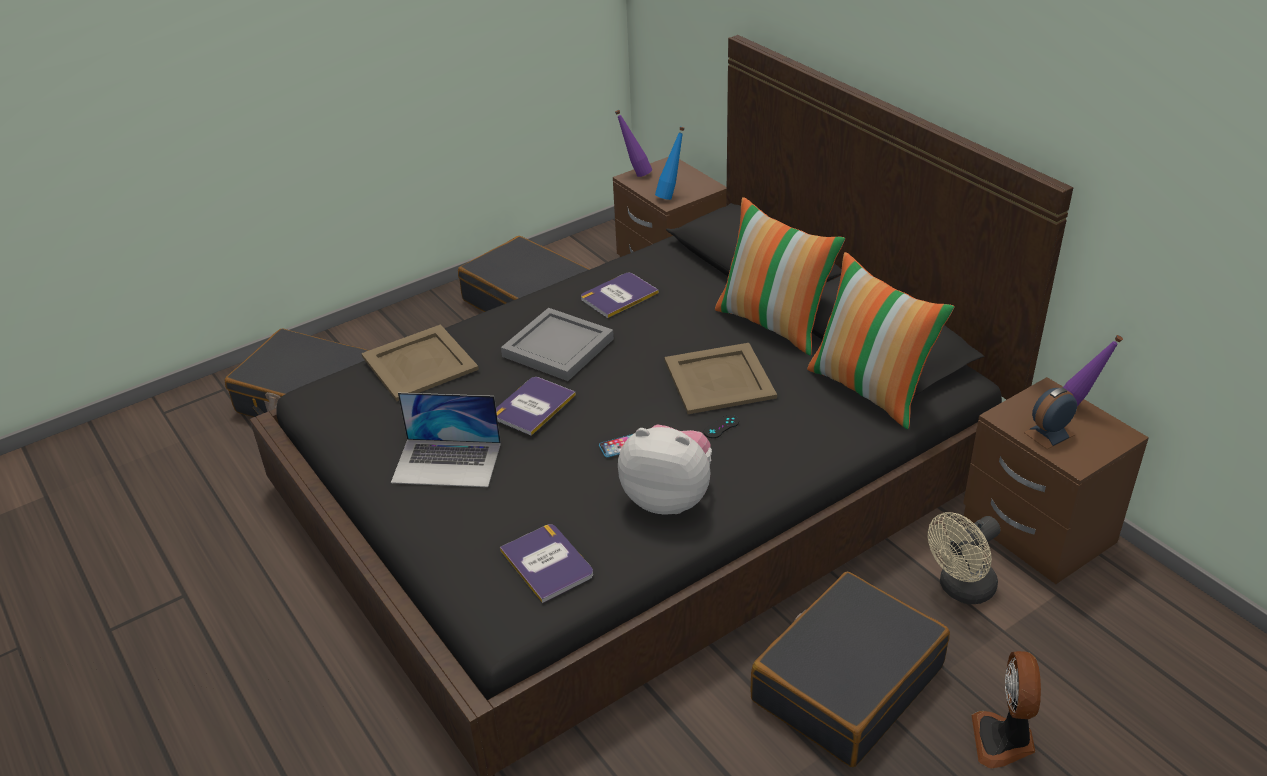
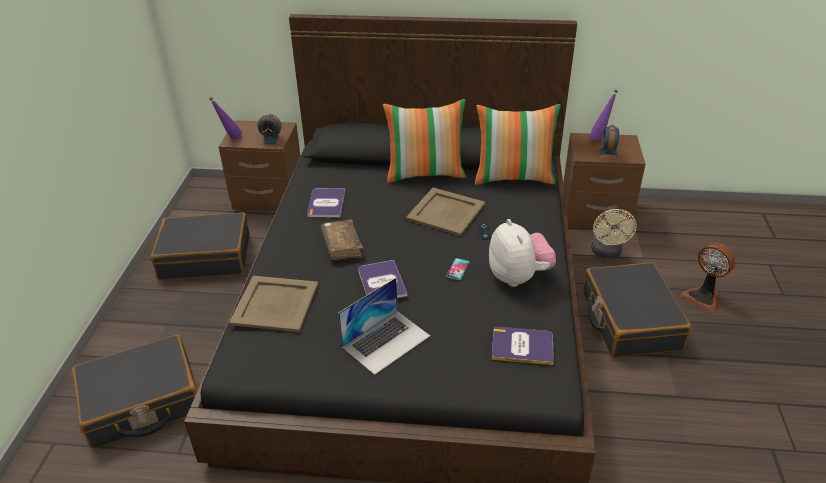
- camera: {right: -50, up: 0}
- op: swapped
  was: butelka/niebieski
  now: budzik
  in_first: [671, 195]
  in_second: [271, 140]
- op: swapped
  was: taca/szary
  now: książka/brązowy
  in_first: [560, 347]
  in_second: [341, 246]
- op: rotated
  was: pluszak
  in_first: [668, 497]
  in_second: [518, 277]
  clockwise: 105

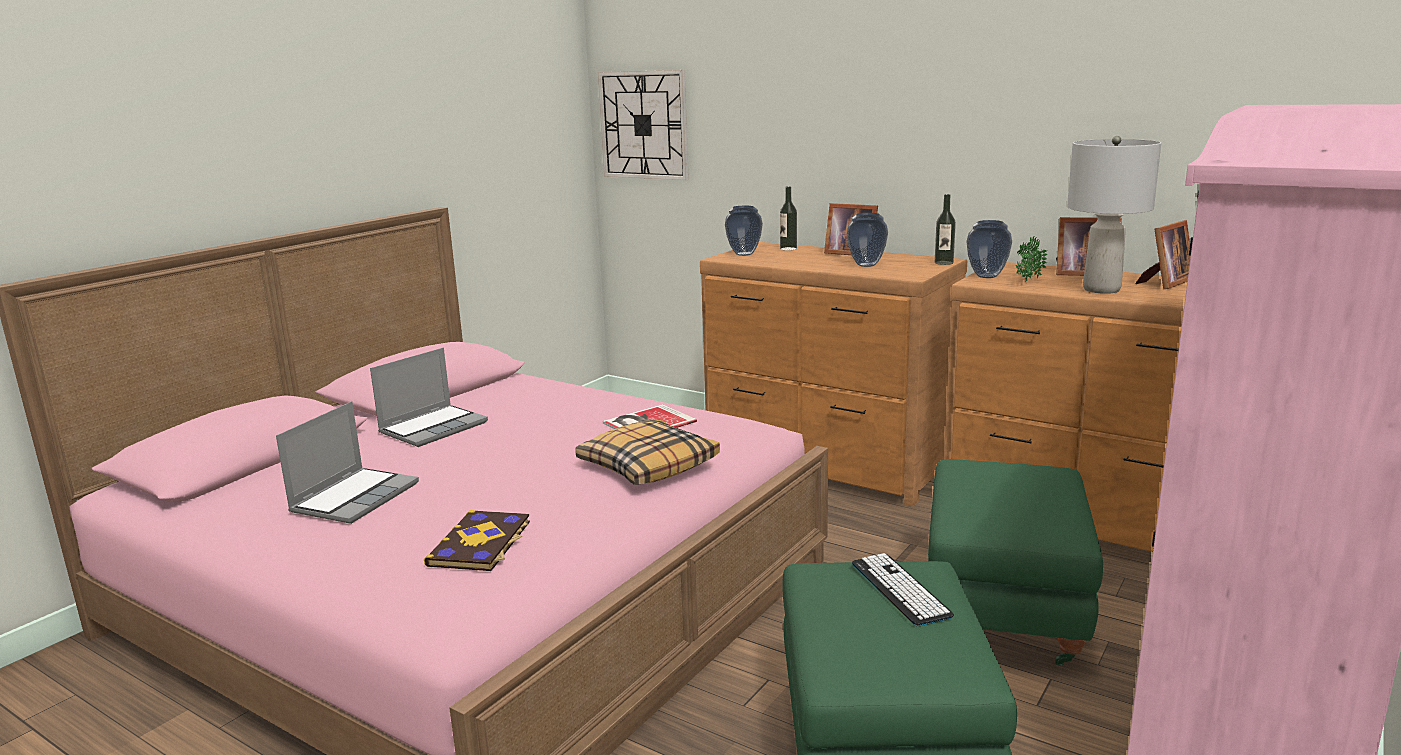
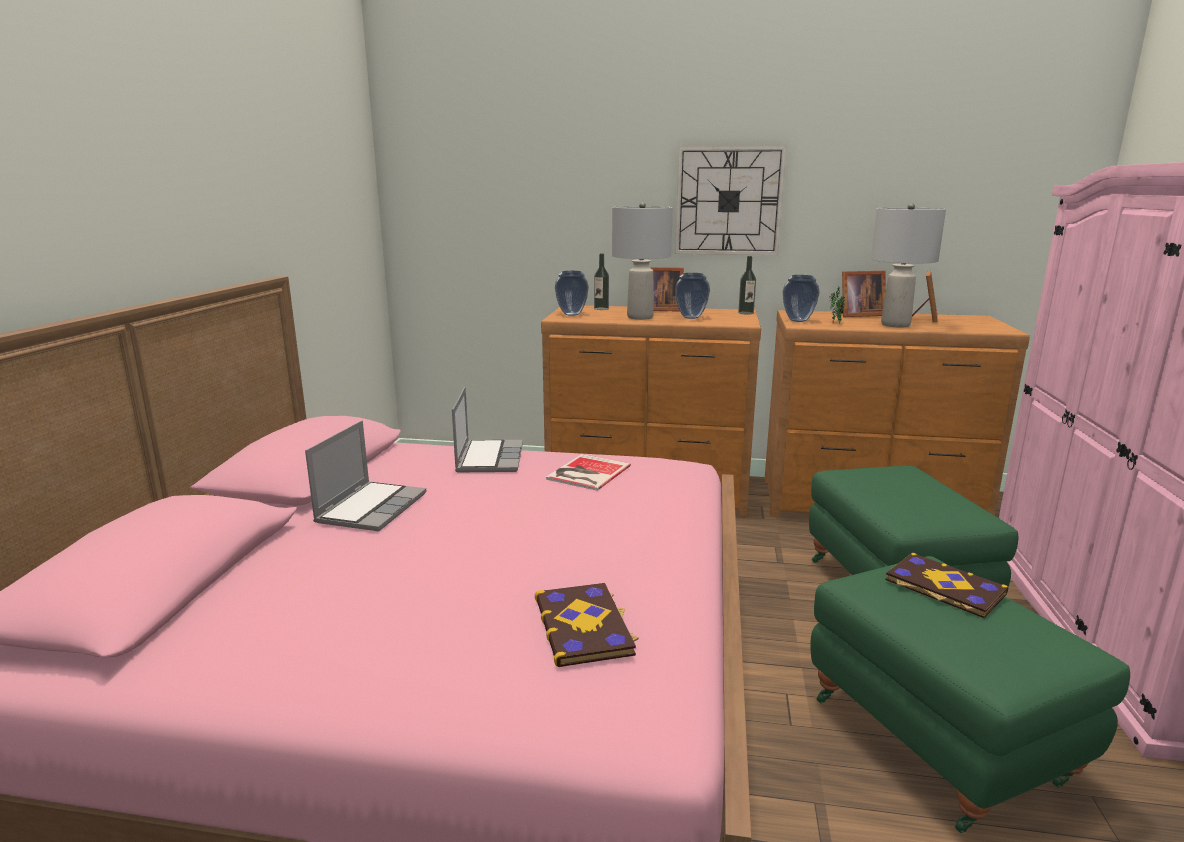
- camera: {right: -25, up: 0}
- op: shifted
  was: laptop
  in_first: [355, 497]
  in_second: [489, 458]
- op: new
  now: lampa stołowa/szary
  in_second: [640, 317]
- op: shifted
  was: zegar ścienny
  in_first: [644, 125]
  in_second: [728, 201]
- op: swapped
  was: klawiatura
  now: książka
  in_first: [900, 589]
  in_second: [944, 587]
- op: gone
  was: poduszka
  in_first: [648, 466]

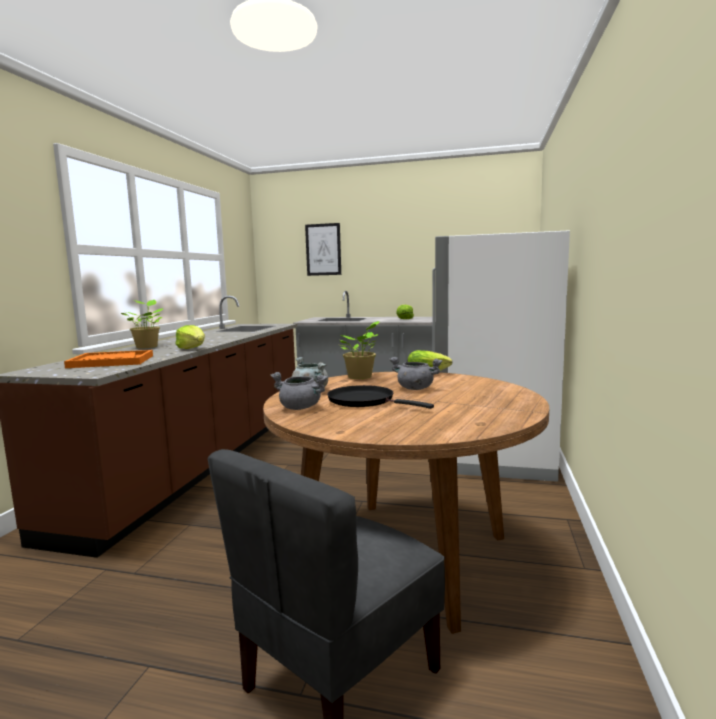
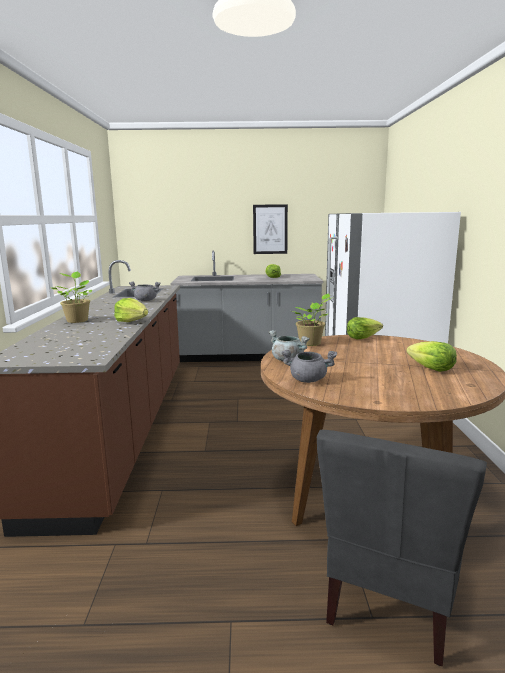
- camera: {right: -15, up: 5}
- op: shifted
  was: garnek/szary
  in_first: [415, 388]
  in_second: [145, 300]
- op: shifted
  was: obraz
  in_first: [323, 249]
  in_second: [270, 229]
- op: new
  now: sałata
  in_second: [431, 368]
- op: gone
  was: taca/pomarańczowy
  in_first: [111, 361]
- op: gone
  was: patelnia/czarny
  in_first: [365, 401]

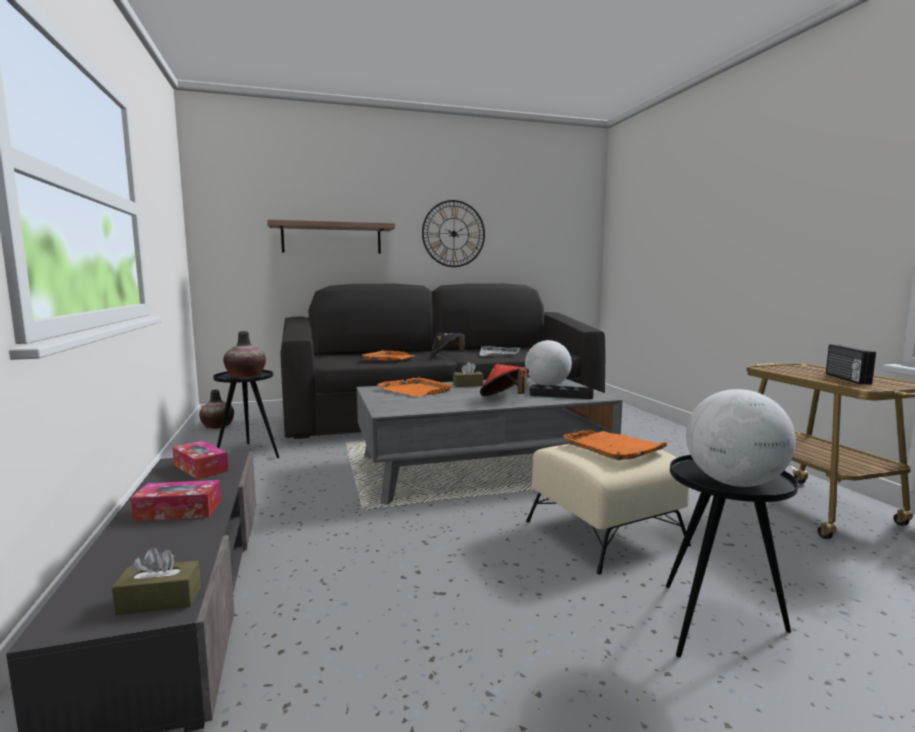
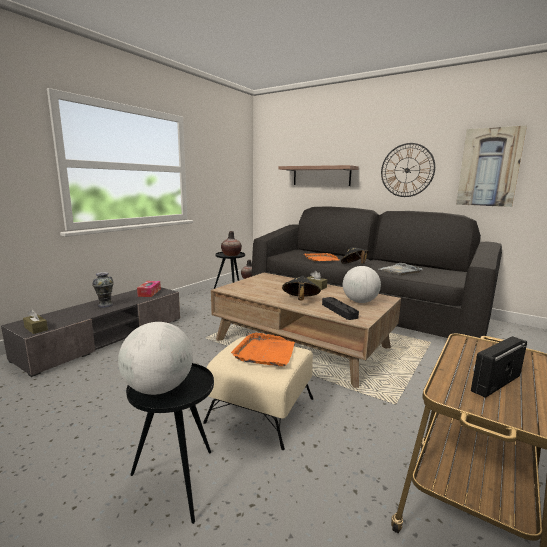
- camera: {right: 50, up: 5}
- op: swapped
  was: pudełko chusteczek
  now: wazon
  in_first: [179, 511]
  in_second: [105, 305]
- op: repainted
  was: ława/szary
  now: ława/brązowy
  in_first: [482, 466]
  in_second: [302, 343]
- op: repainted
  was: kapelusz/czerwony
  now: kapelusz/czarny
  in_first: [504, 398]
  in_second: [300, 300]
- op: new
  now: obraz
  in_second: [489, 167]
- op: gone
  was: taca/pomarańczowy
  in_first: [416, 390]

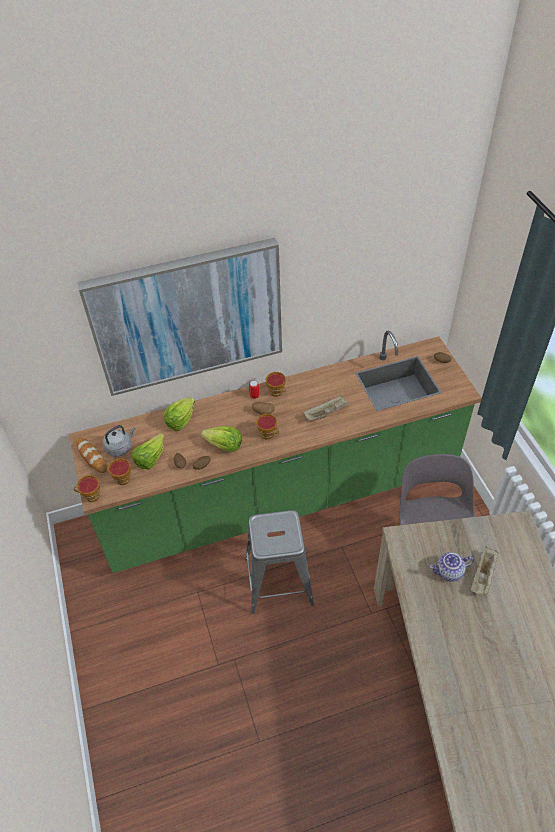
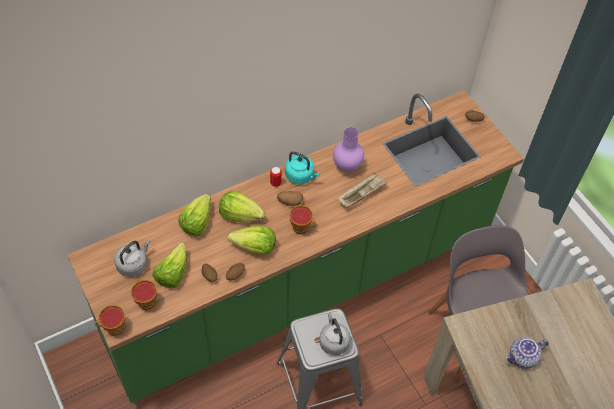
- camera: {right: -15, up: 5}
- op: new
  now: sałata
  in_second: [240, 215]
- op: swapped
  was: filiżanka
  now: czajnik/turkusowy
  in_first: [277, 392]
  in_second: [301, 176]
- op: new
  now: czajnik/szary
  in_second: [333, 341]
- op: new
  now: wazon/fioletowy
  in_second: [346, 167]
- op: gone
  was: chleb
  in_first: [91, 456]
- op: gone
  was: obraz
  in_first: [187, 316]
- op: gone
  was: taca/beżowy
  in_first: [483, 576]

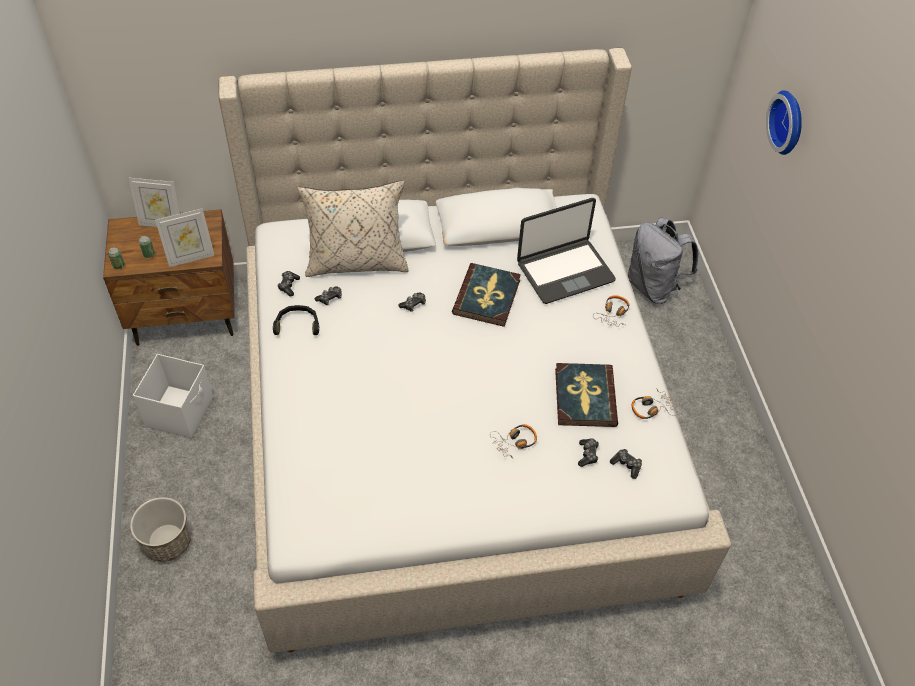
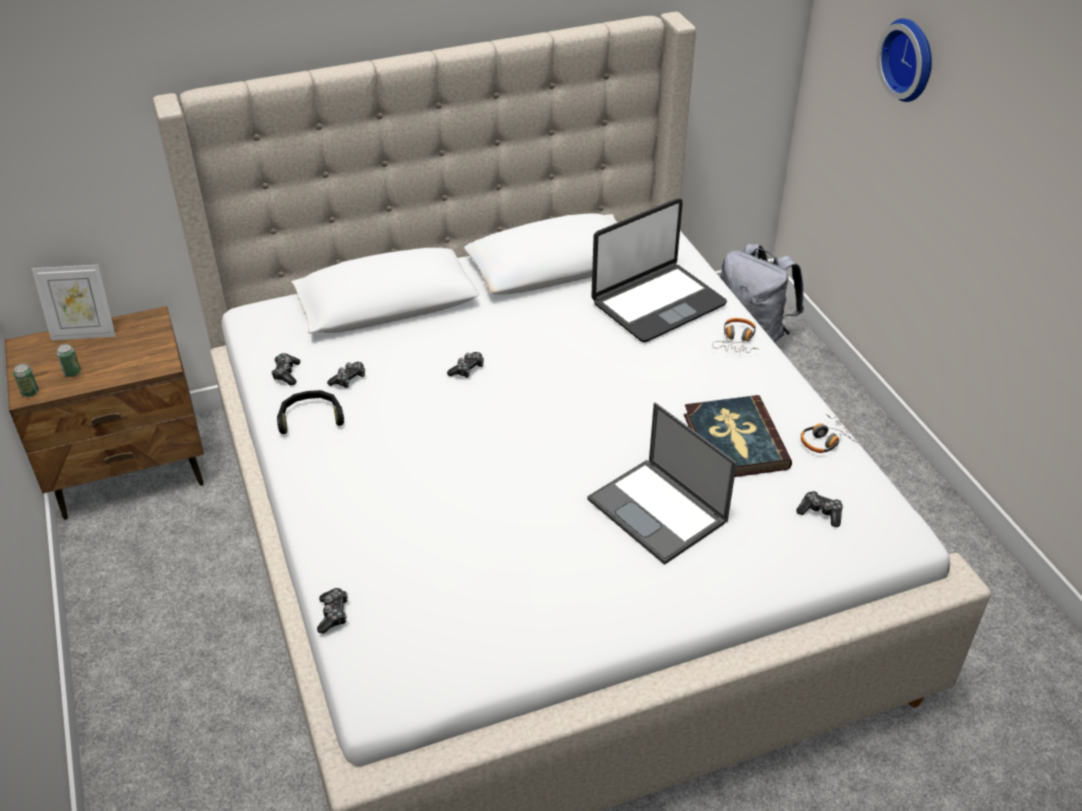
- camera: {right: -10, up: -10}
- op: shifted
  was: pad do gier
  in_first: [587, 454]
  in_second: [333, 614]
- op: swapped
  was: słuchawki
  now: laptop
  in_first: [514, 442]
  in_second: [659, 511]
- op: gone
  was: donica
  in_first: [167, 542]
- op: gone
  was: pojemnik do przechowywania/biały
  in_first: [181, 411]
- op: gone
  was: ramka na zdjęcie
  in_first: [191, 258]
- op: gone
  was: poduszka/beżowy
  in_first: [356, 262]
- op: gone
  was: książka
  in_first: [487, 297]

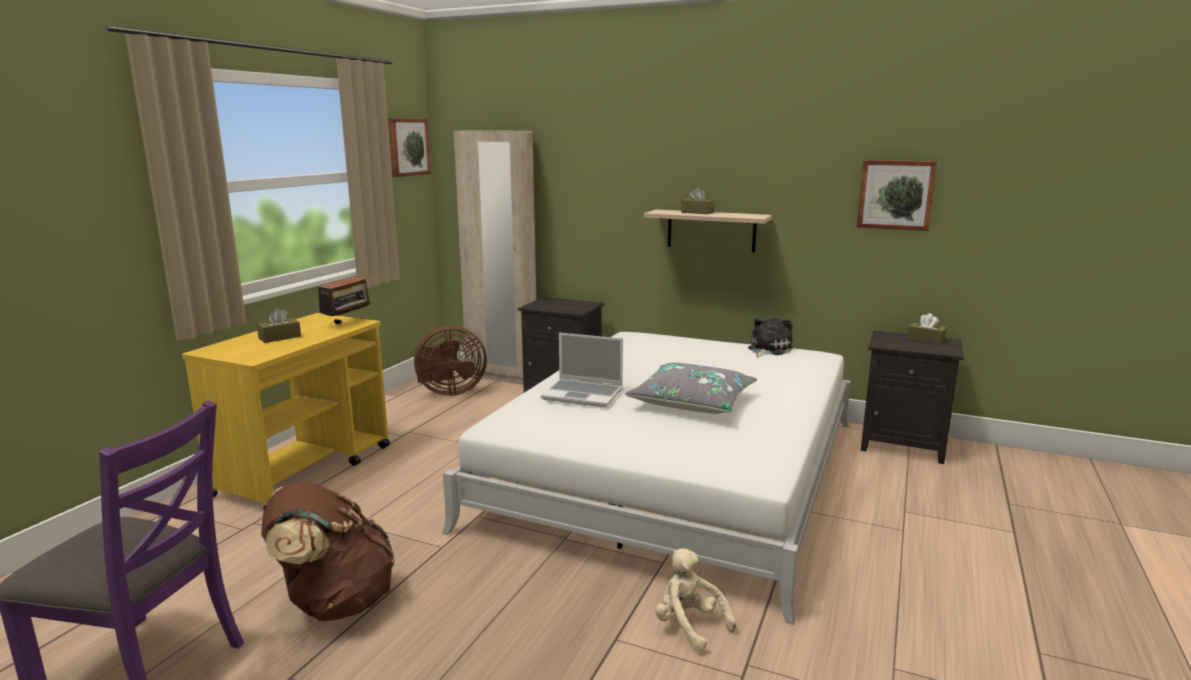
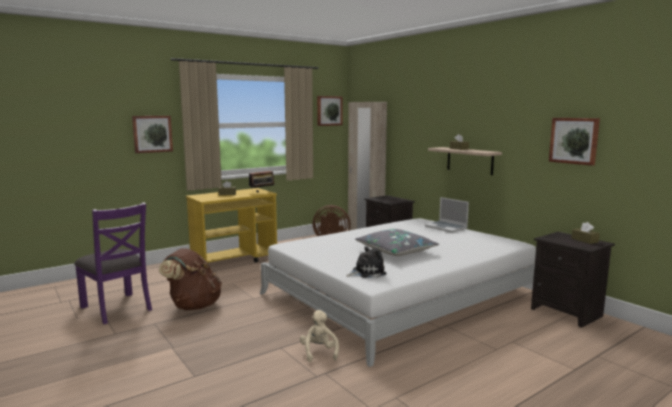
- camera: {right: 30, up: -5}
- op: new
  now: obraz
  in_second: [152, 134]
- op: shifted
  was: pluszak
  in_first: [768, 349]
  in_second: [366, 272]
- op: shifted
  was: laptop
  in_first: [584, 394]
  in_second: [446, 227]

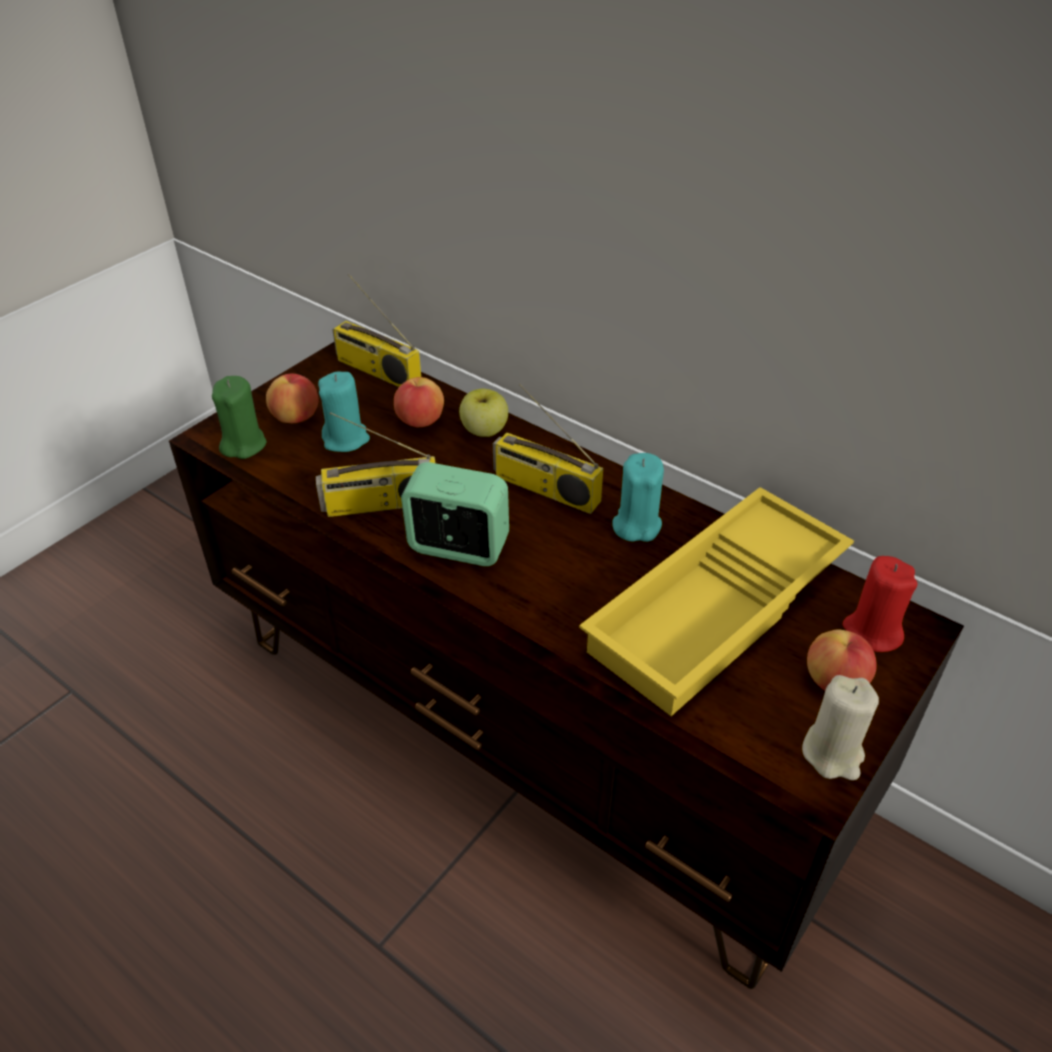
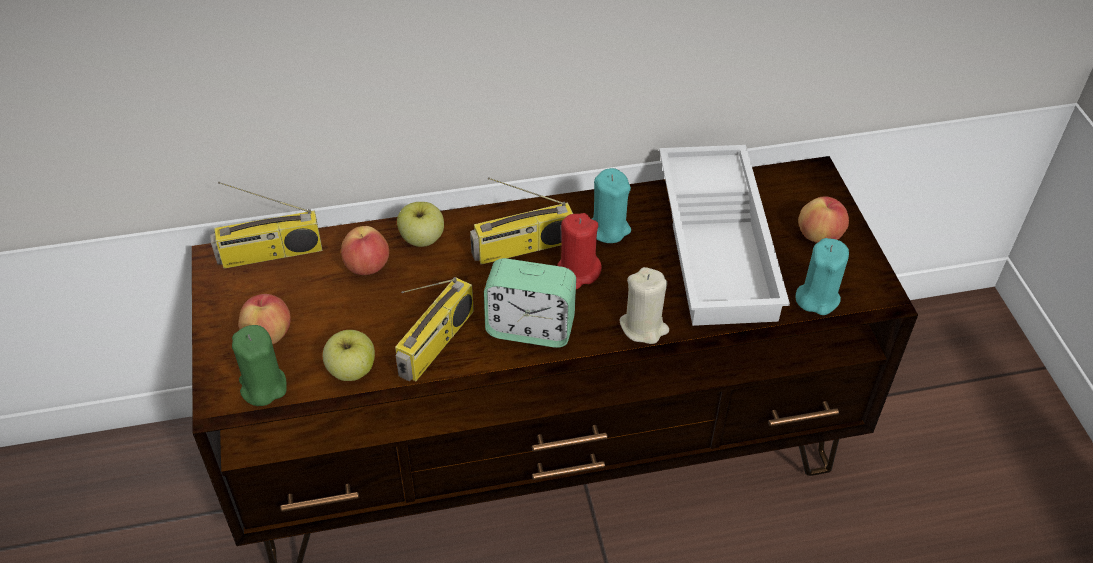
- camera: {right: -50, up: 5}
- op: new
  now: jabłko
  in_second: [351, 370]
- op: rotated
  was: budzik
  in_first: [458, 547]
  in_second: [530, 328]
  clockwise: -135
- op: shifted
  was: świeca/czerwony
  in_first: [871, 632]
  in_second: [577, 272]
- op: shifted
  was: świeca/beżowy
  in_first: [833, 753]
  in_second: [643, 327]
- op: repainted
  was: taca/żółty
  now: taca/biały
  in_first: [719, 612]
  in_second: [720, 244]
- op: shifted
  was: świeca/turkusowy
  in_first: [346, 439]
  in_second: [817, 298]

